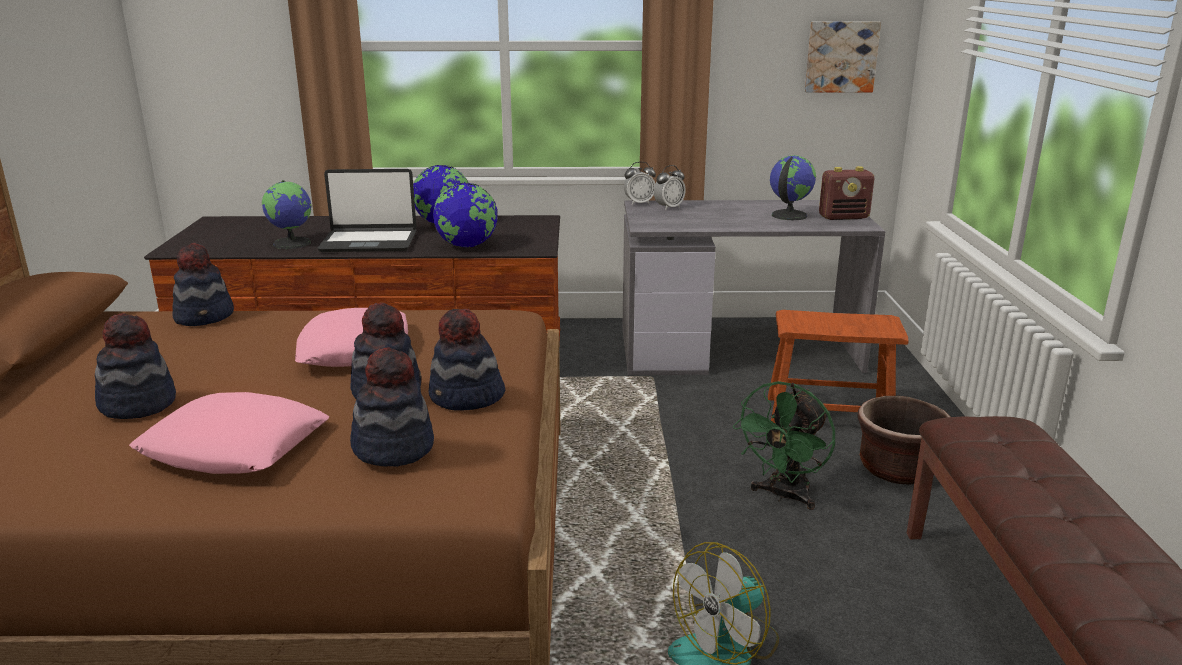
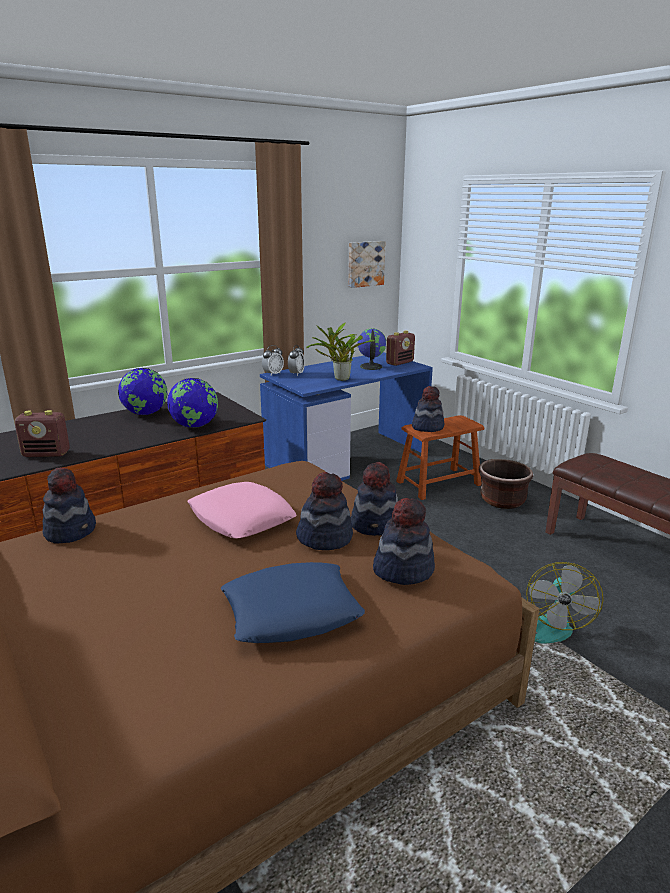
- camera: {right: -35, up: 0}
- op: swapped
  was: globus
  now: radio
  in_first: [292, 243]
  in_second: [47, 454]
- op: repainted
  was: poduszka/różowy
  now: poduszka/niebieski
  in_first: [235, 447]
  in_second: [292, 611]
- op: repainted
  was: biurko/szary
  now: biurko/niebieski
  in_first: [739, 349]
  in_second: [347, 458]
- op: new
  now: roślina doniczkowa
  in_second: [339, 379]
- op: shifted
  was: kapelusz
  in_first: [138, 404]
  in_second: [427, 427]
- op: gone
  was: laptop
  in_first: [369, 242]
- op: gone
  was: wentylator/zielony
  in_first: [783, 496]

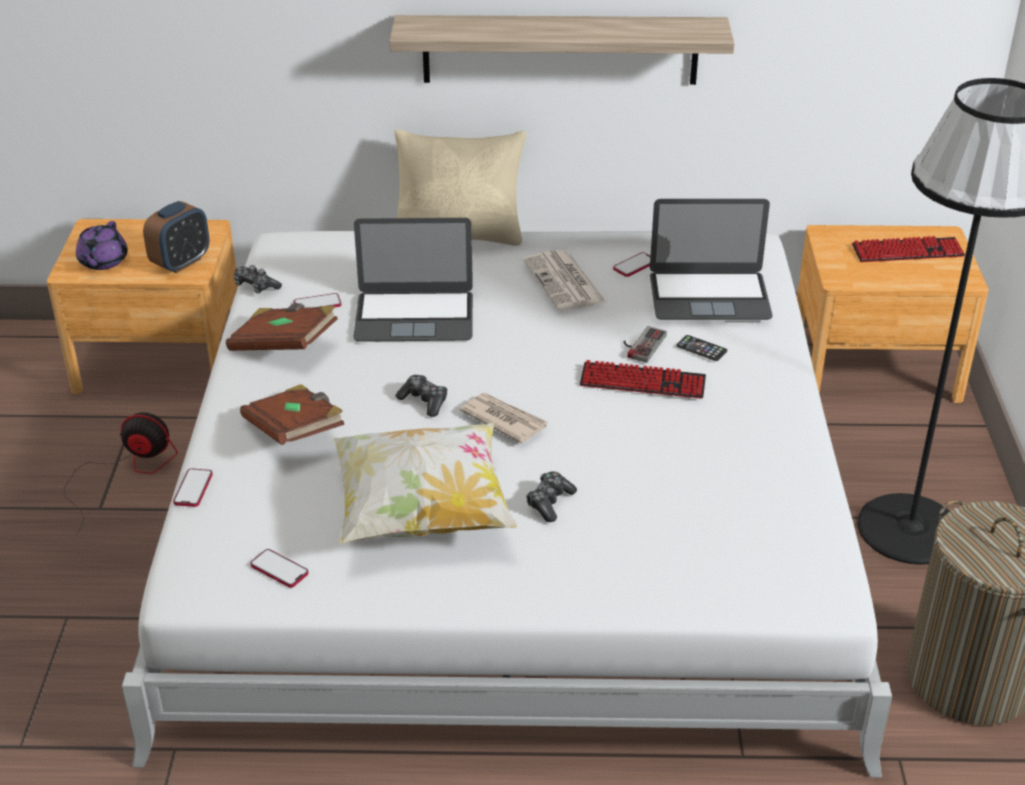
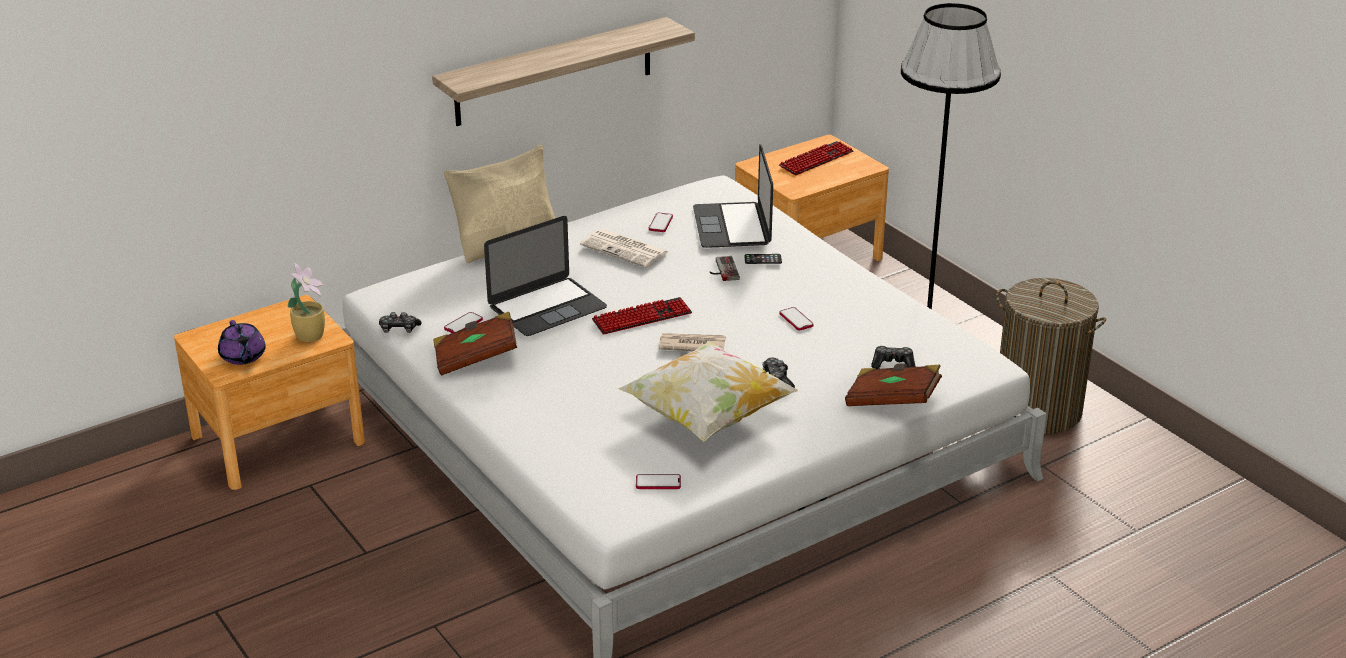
- camera: {right: -35, up: -5}
- op: swapped
  was: budzik
  now: roślina doniczkowa
  in_first: [181, 262]
  in_second: [311, 335]
- op: shifted
  was: klawiatura
  in_first: [642, 382]
  in_second: [642, 317]
- op: rotated
  was: laptop
  in_first: [709, 296]
  in_second: [732, 225]
  clockwise: 120
- op: shifted
  was: telefon
  in_first: [193, 489]
  in_second: [796, 320]
- op: shifted
  was: książka/brązowy
  in_first: [295, 432]
  in_second: [892, 401]
- op: shifted
  was: pad do gier
  in_first: [424, 401]
  in_second: [893, 364]
- op: gone
  was: wentylator
  in_first: [126, 472]

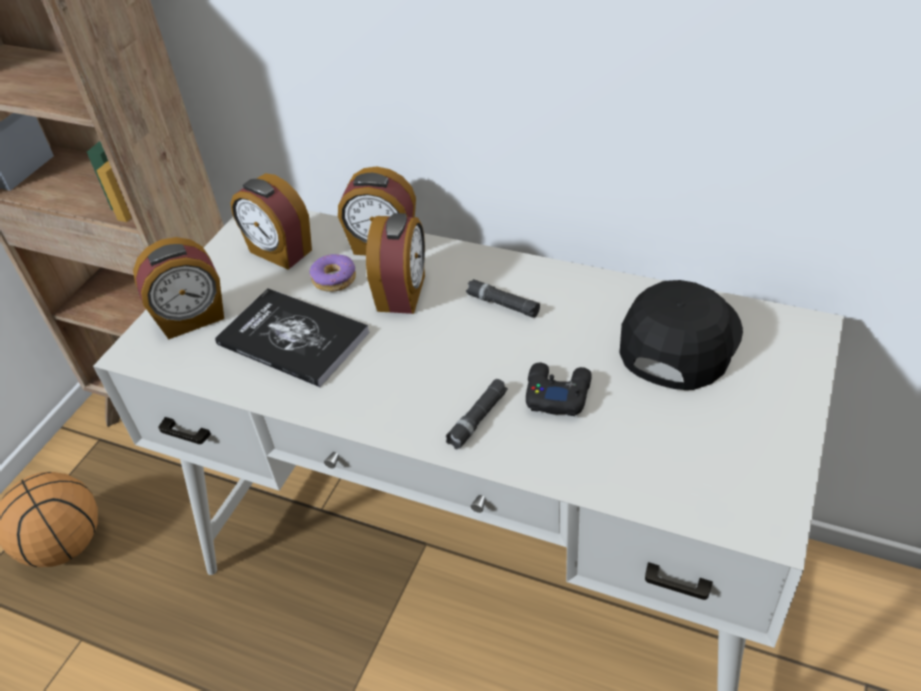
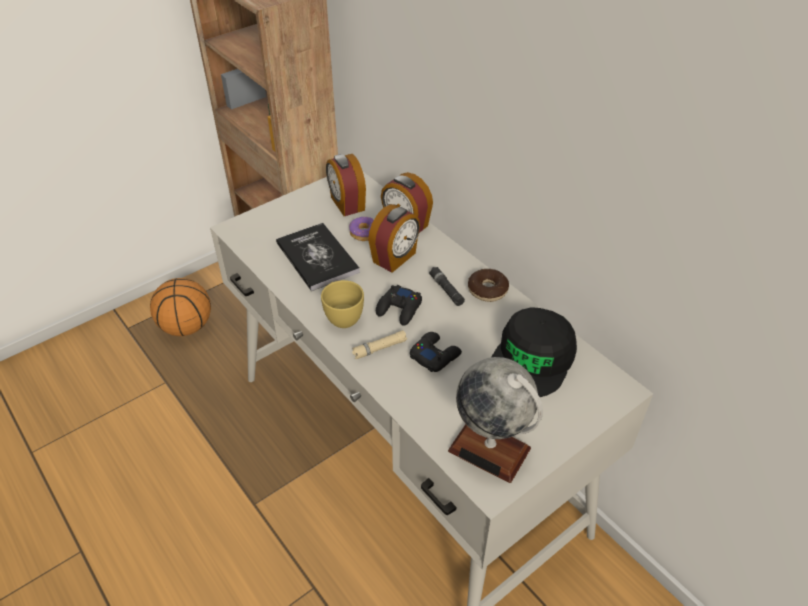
- camera: {right: 25, up: 0}
- op: new
  now: filiżanka/żółty
  in_second: [342, 316]
- op: repainted
  was: latarka/czarny
  now: latarka/beżowy
  in_first: [477, 419]
  in_second: [379, 348]
- op: new
  now: pad do gier/czarny
  in_second: [399, 309]
- op: new
  now: globus
  in_second: [490, 449]
- op: new
  now: donut
  in_second: [487, 290]
- op: rotated
  was: czapka z daszkiem/czarny
  in_first: [679, 340]
  in_second: [533, 359]
  clockwise: 150
- op: gone
  was: budzik
  in_first: [192, 319]

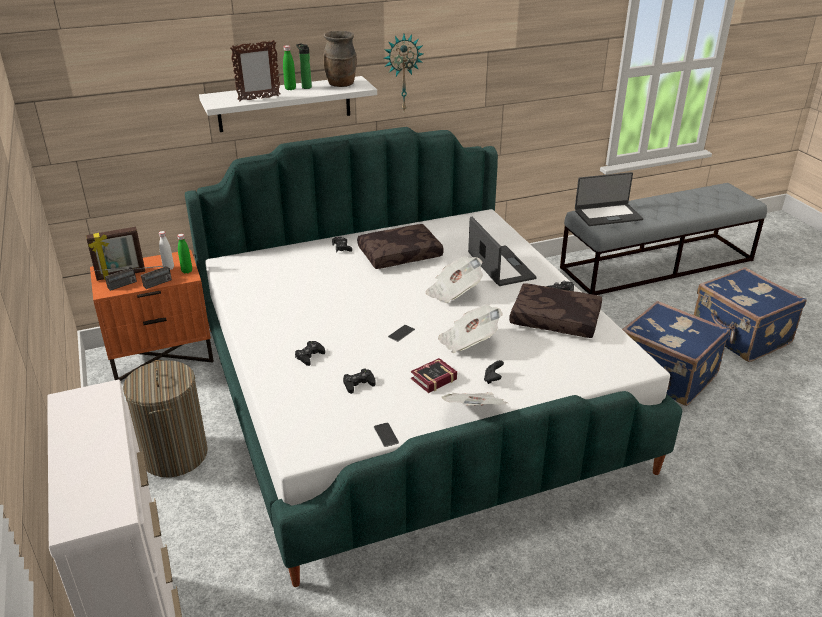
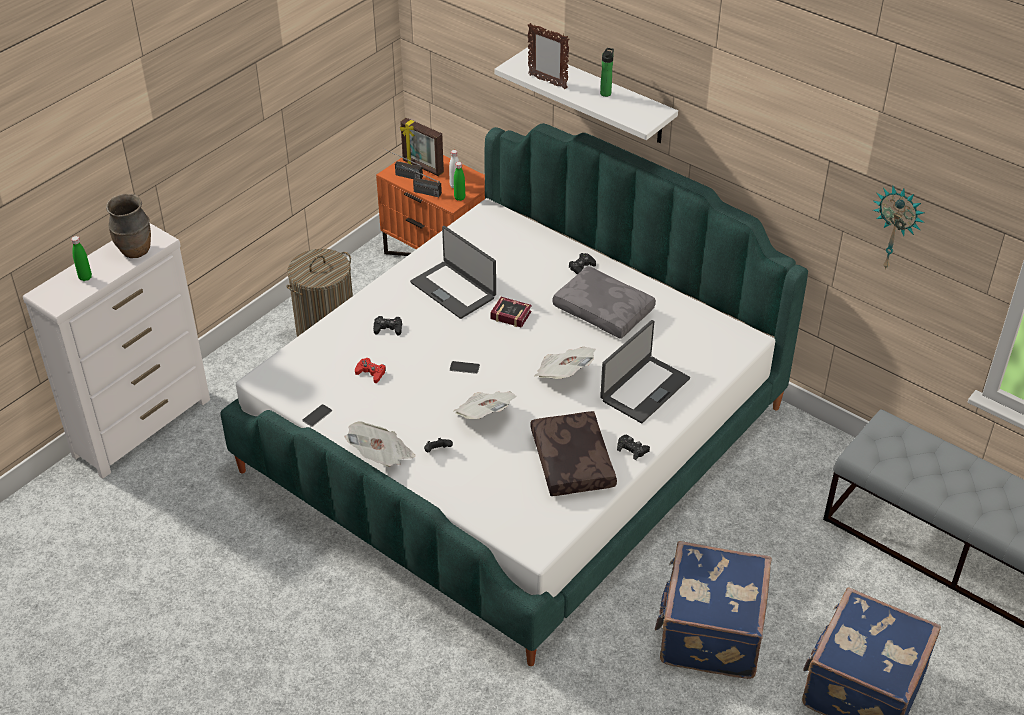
- camera: {right: 60, up: 10}
- op: shifted
  was: butelka/zielony
  in_first: [290, 88]
  in_second: [85, 277]
- op: shifted
  was: wazon/brązowy
  in_first: [341, 85]
  in_second: [135, 251]
- op: repainted
  was: pad do gier/czarny
  now: pad do gier/czerwony
  in_first: [358, 384]
  in_second: [371, 373]
- op: shifted
  was: laptop
  in_first: [607, 215]
  in_second: [454, 289]
- op: shifted
  was: książka
  in_first: [431, 379]
  in_second: [509, 314]
- op: repainted
  was: poduszka/brązowy
  now: poduszka/szary
  in_first: [400, 254]
  in_second: [604, 310]
- op: shifted
  was: zegar ścienny
  in_first: [402, 72]
  in_second: [896, 227]

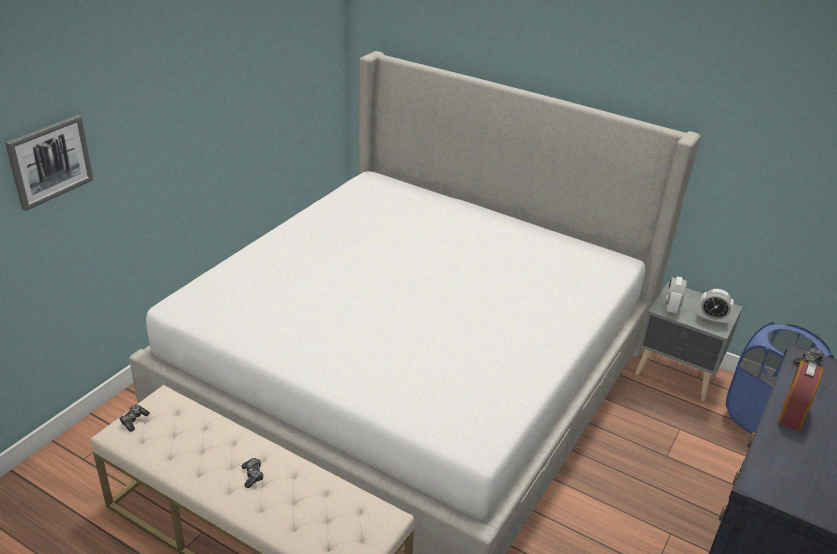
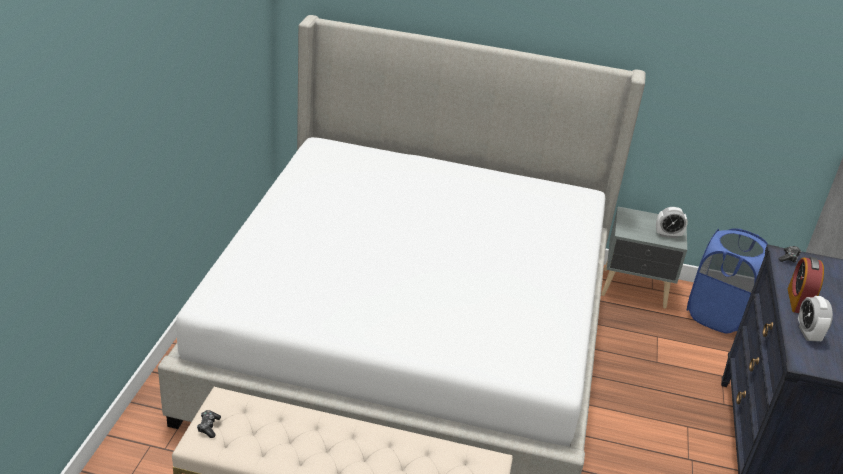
- camera: {right: -20, up: 0}
- op: shifted
  was: budzik
  in_first: [671, 308]
  in_second: [807, 333]
- op: gone
  was: obraz
  in_first: [50, 161]
- op: gone
  was: pad do gier
  in_first: [253, 475]

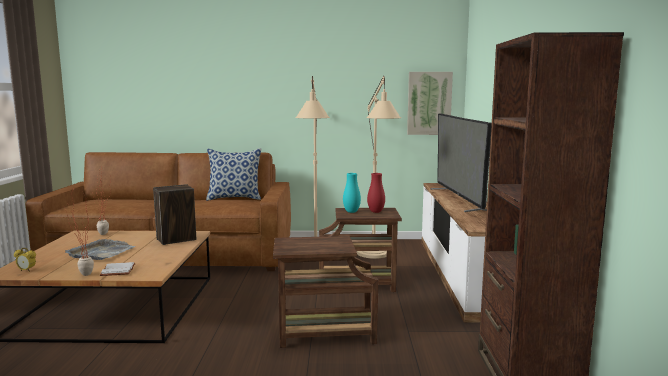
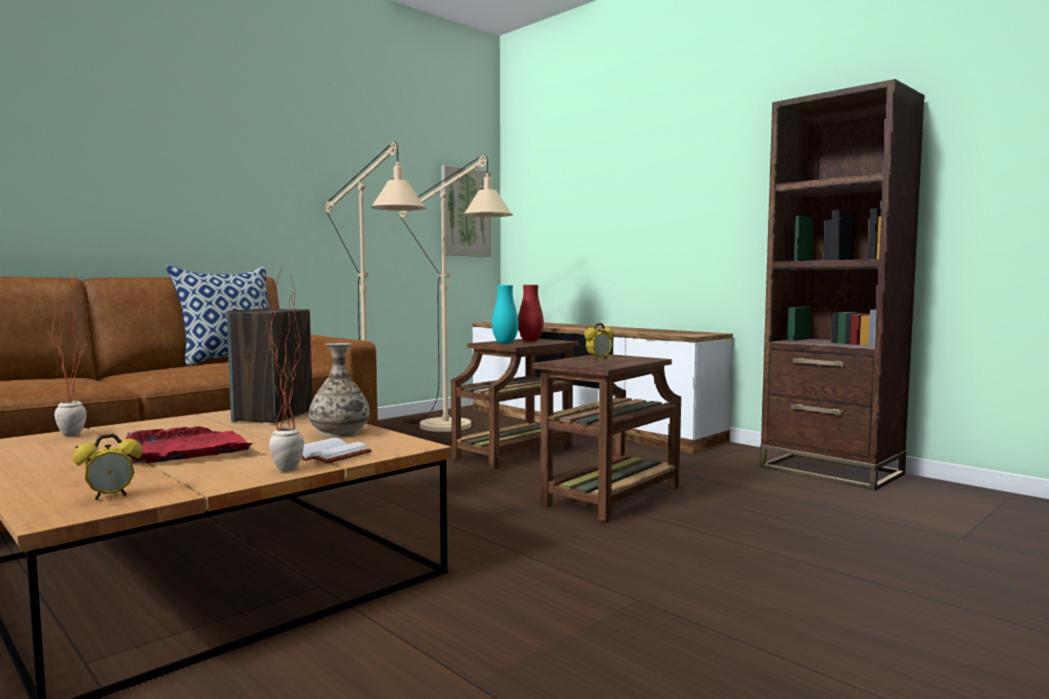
- camera: {right: -45, up: -5}
- op: repainted
  was: taca/szary
  now: taca/czerwony
  in_first: [101, 253]
  in_second: [186, 449]
- op: new
  now: wazon
  in_second: [340, 433]
- op: new
  now: budzik
  in_second: [599, 359]
- op: gone
  was: telewizor
  in_first: [458, 199]

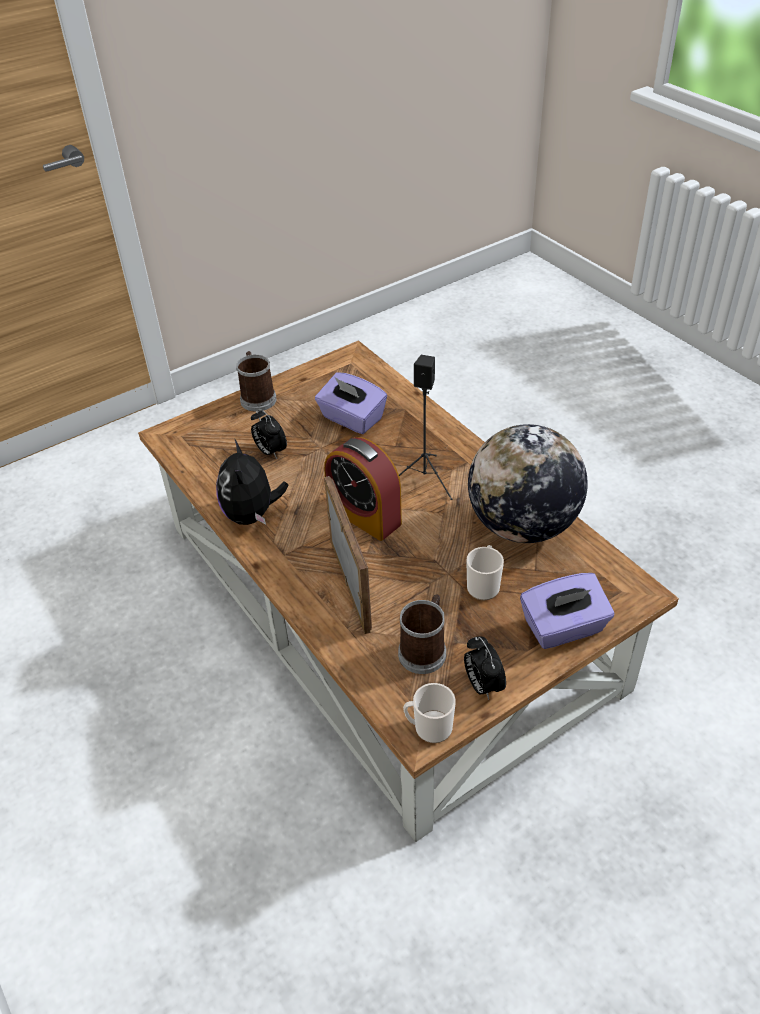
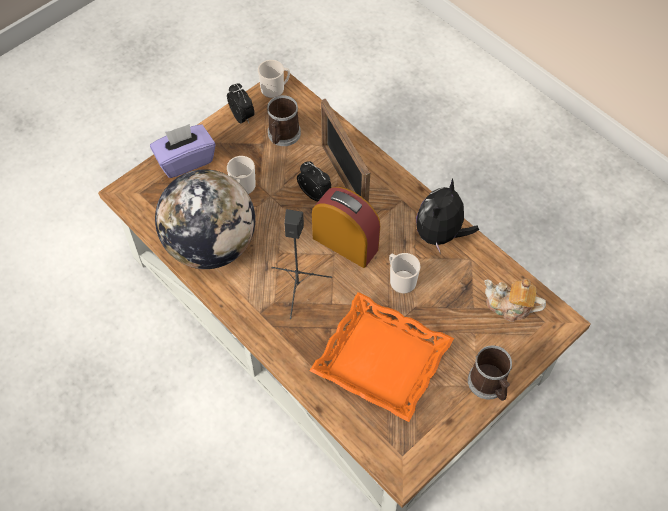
- camera: {right: 170, up: 15}
- op: shifted
  was: budzik
  in_first: [270, 451]
  in_second: [315, 193]
- op: swapped
  was: pudełko chusteczek/fioletowy
  now: taca/pomarańczowy
  in_first: [351, 419]
  in_second: [381, 361]
- op: new
  now: kubek
  in_second: [400, 280]
- op: rotated
  was: pluszak
  in_first: [252, 515]
  in_second: [440, 235]
  clockwise: -135
- op: new
  now: imbryk
  in_second: [509, 306]

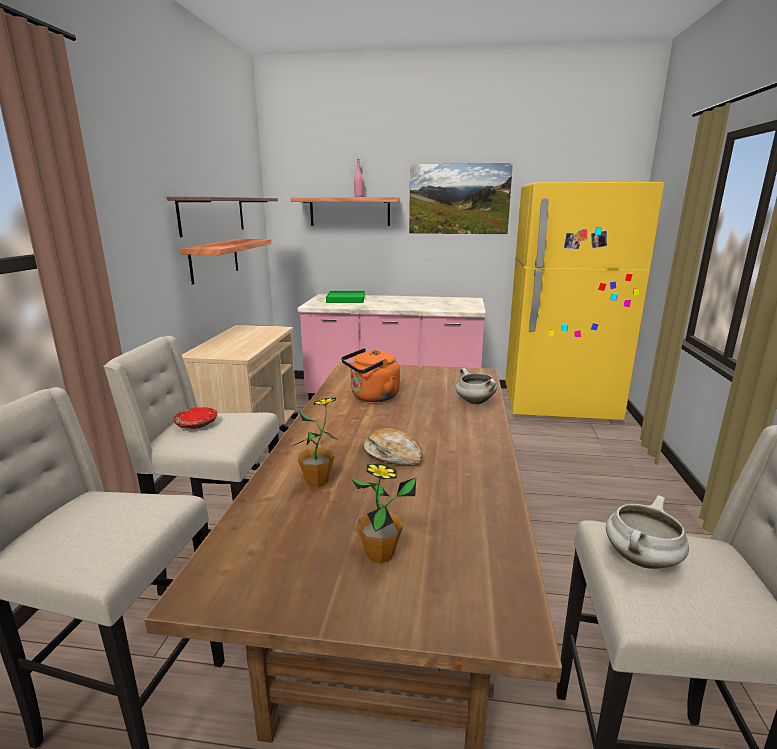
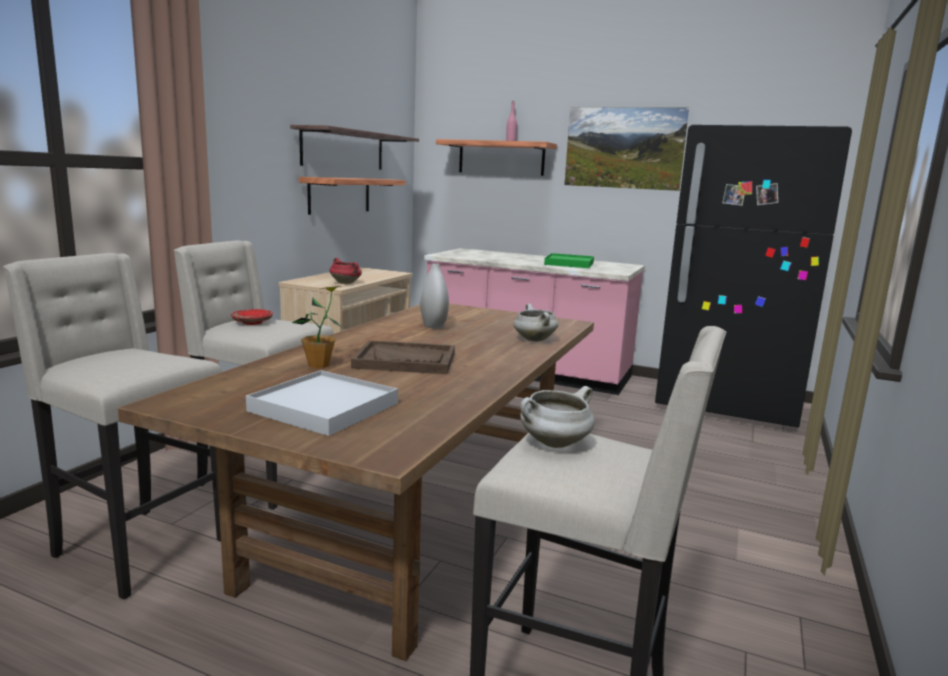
- camera: {right: 15, up: -5}
- op: swapped
  was: roślina doniczkowa
  now: taca/biały
  in_first: [380, 554]
  in_second: [324, 407]
- op: new
  now: garnek/czerwony
  in_second: [346, 283]
- op: swapped
  was: chleb
  now: taca/brązowy
  in_first: [393, 455]
  in_second: [405, 360]
- op: swapped
  was: czajnik/pomarańczowy
  now: wazon/biały
  in_first: [372, 397]
  in_second: [433, 325]
- op: shifted
  was: taca/zielony
  in_first: [346, 299]
  in_second: [569, 263]
- op: repainted
  was: lodówka/żółty
  now: lodówka/czarny
  in_first: [559, 405]
  in_second: [726, 405]

